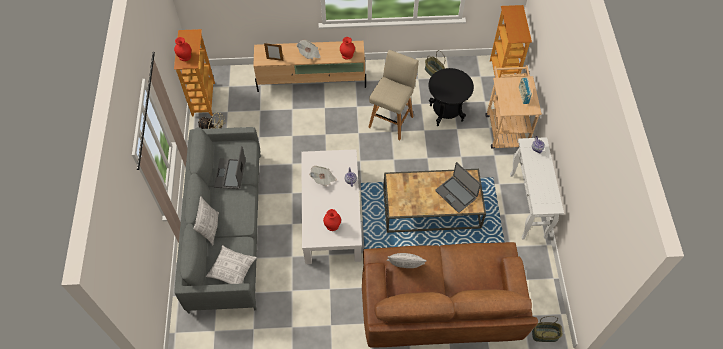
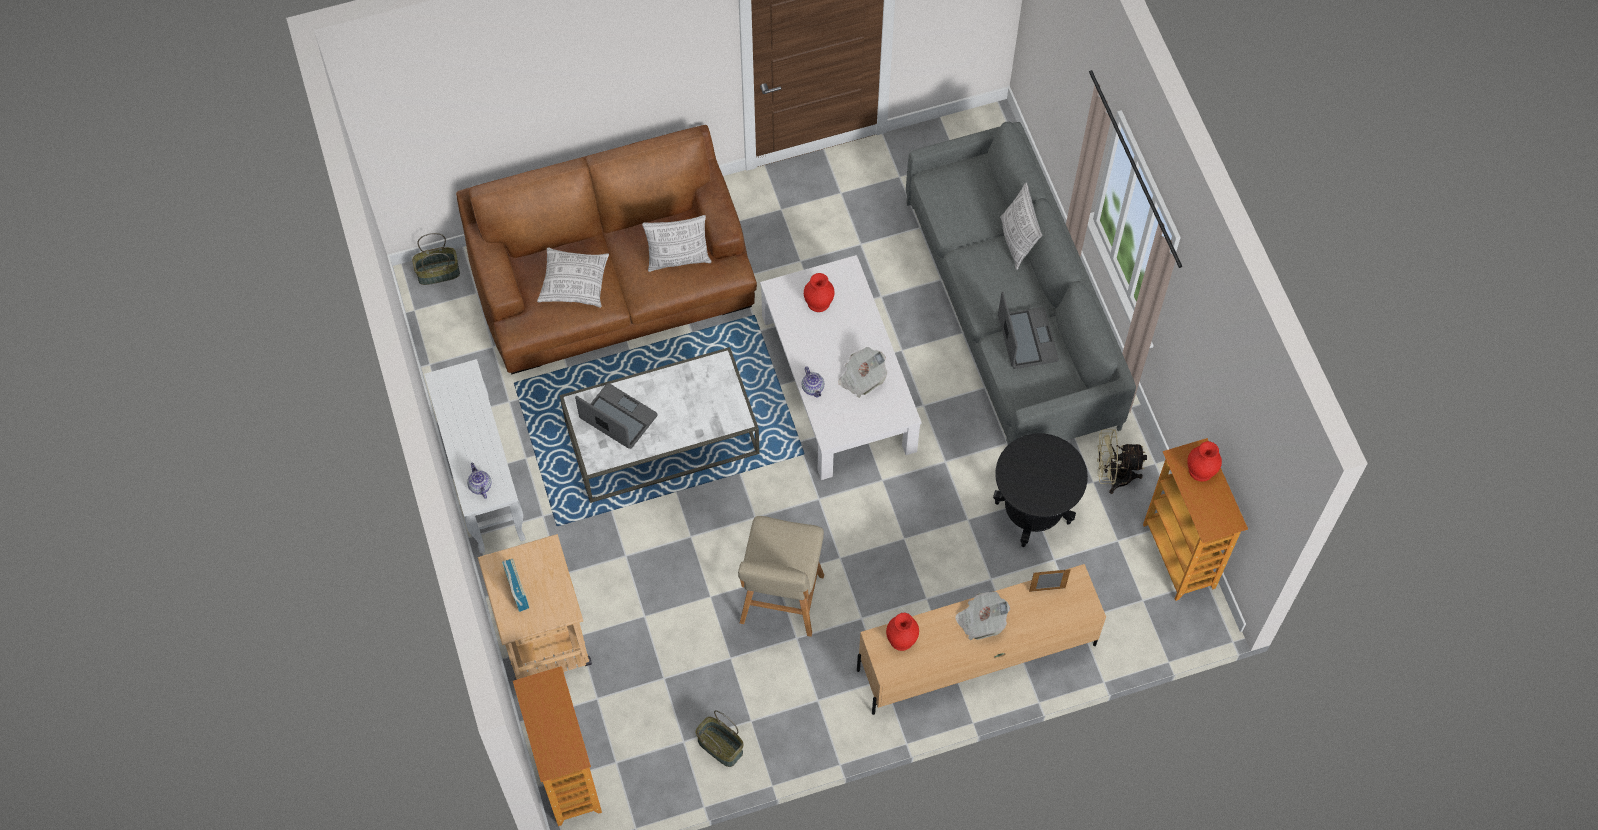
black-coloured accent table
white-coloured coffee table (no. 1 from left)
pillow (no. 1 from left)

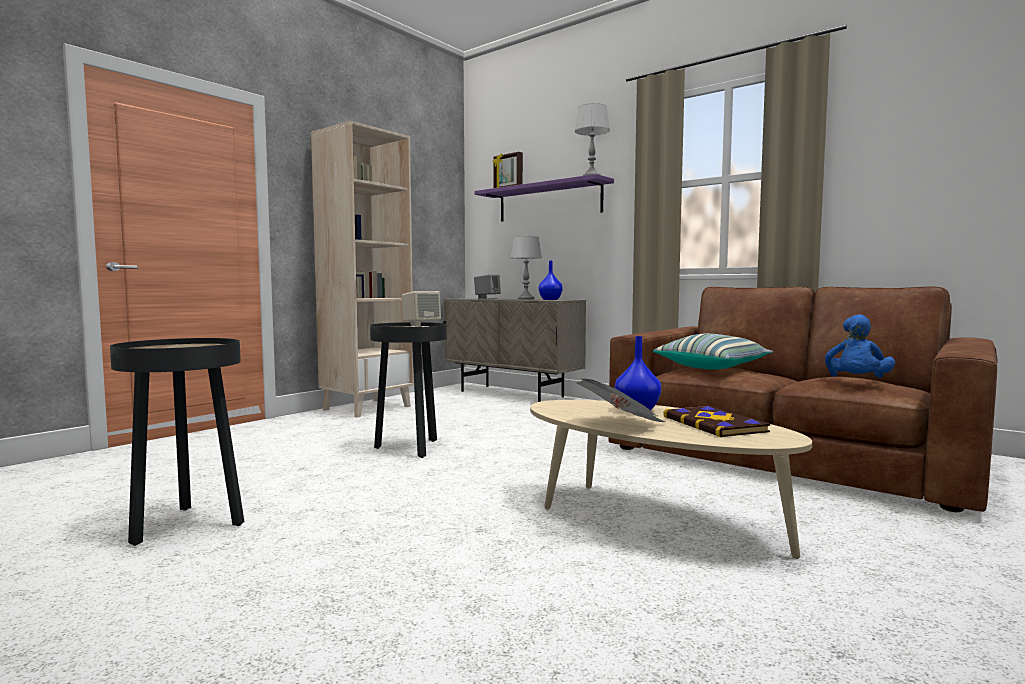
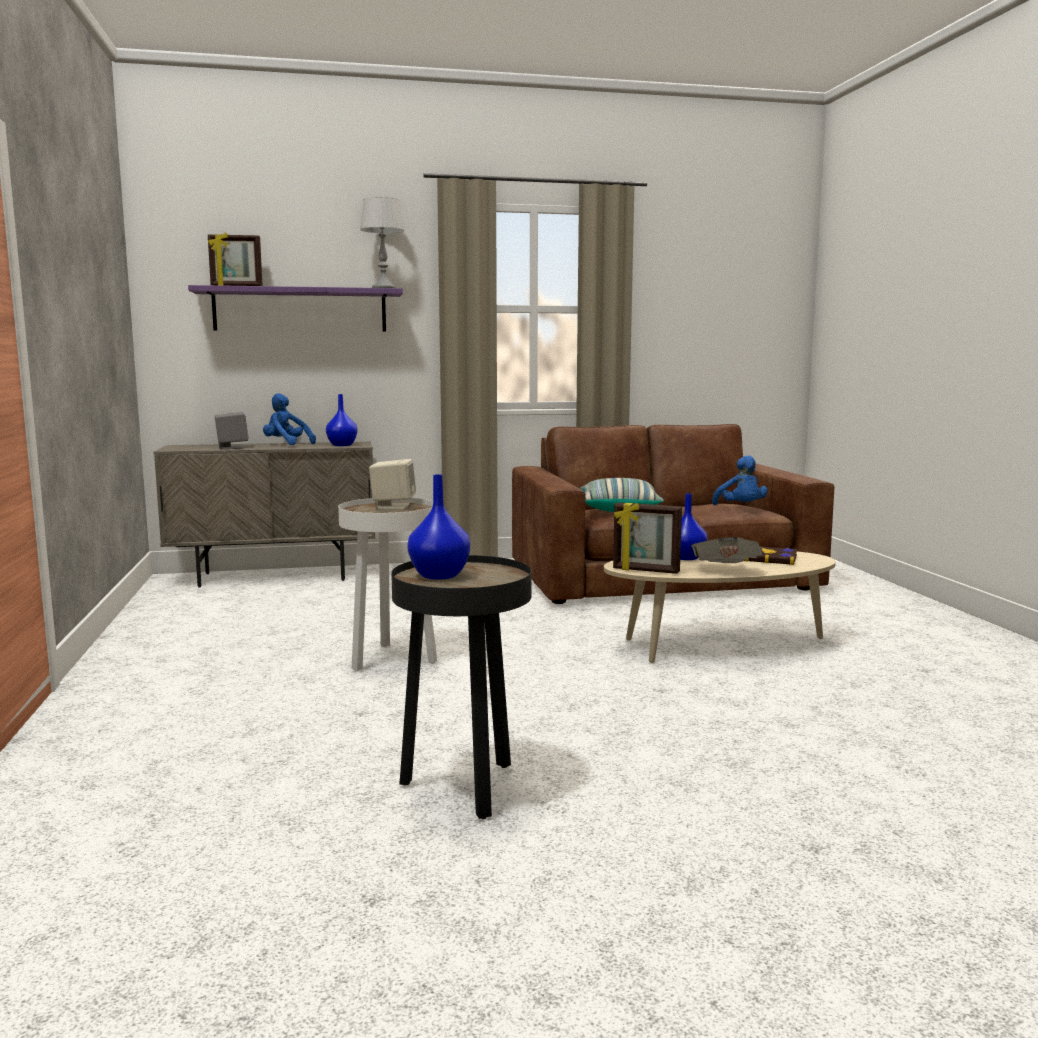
sand-coloured bookshelf
bluish plush toy (no. 1 from left)
white-coloured accent table
bluish decorative vase (no. 2 from left)
picture frame (no. 2 from left)

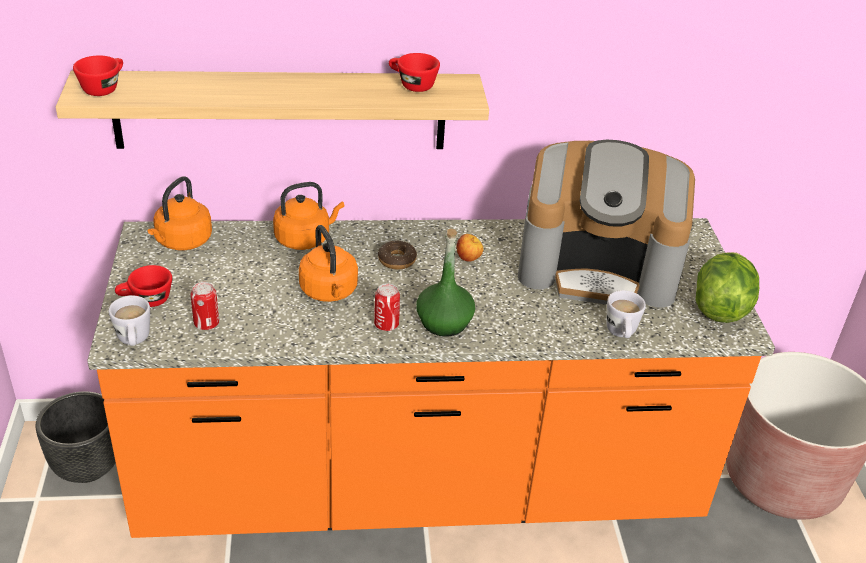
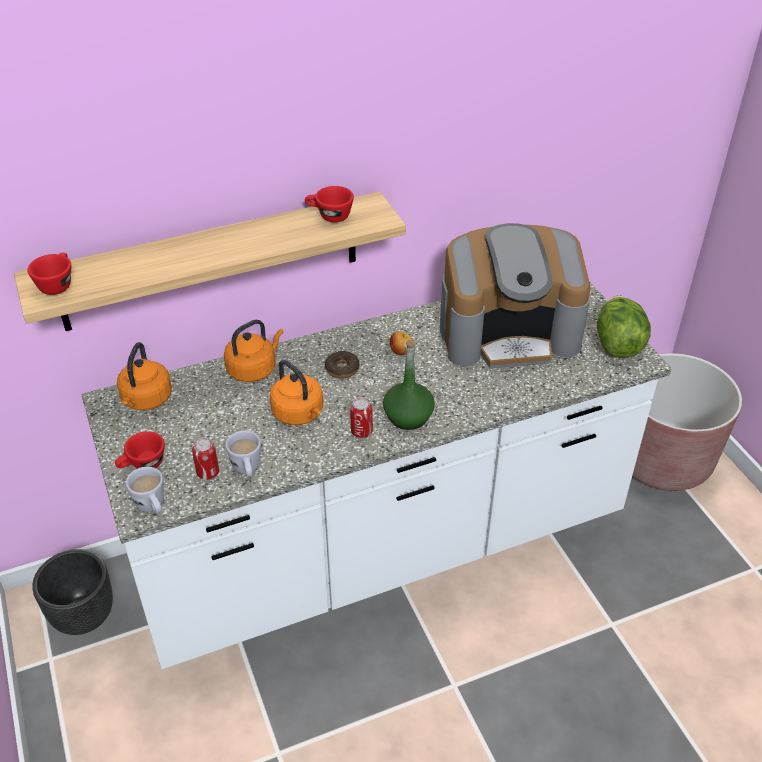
white-coloured counter
white-coloured mug (no. 2 from left)

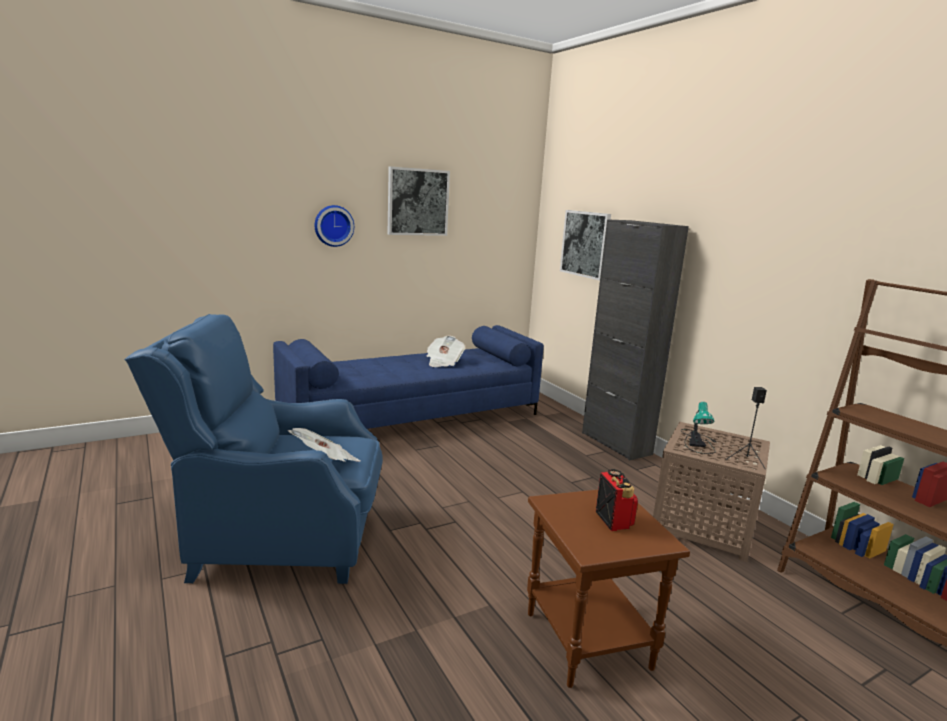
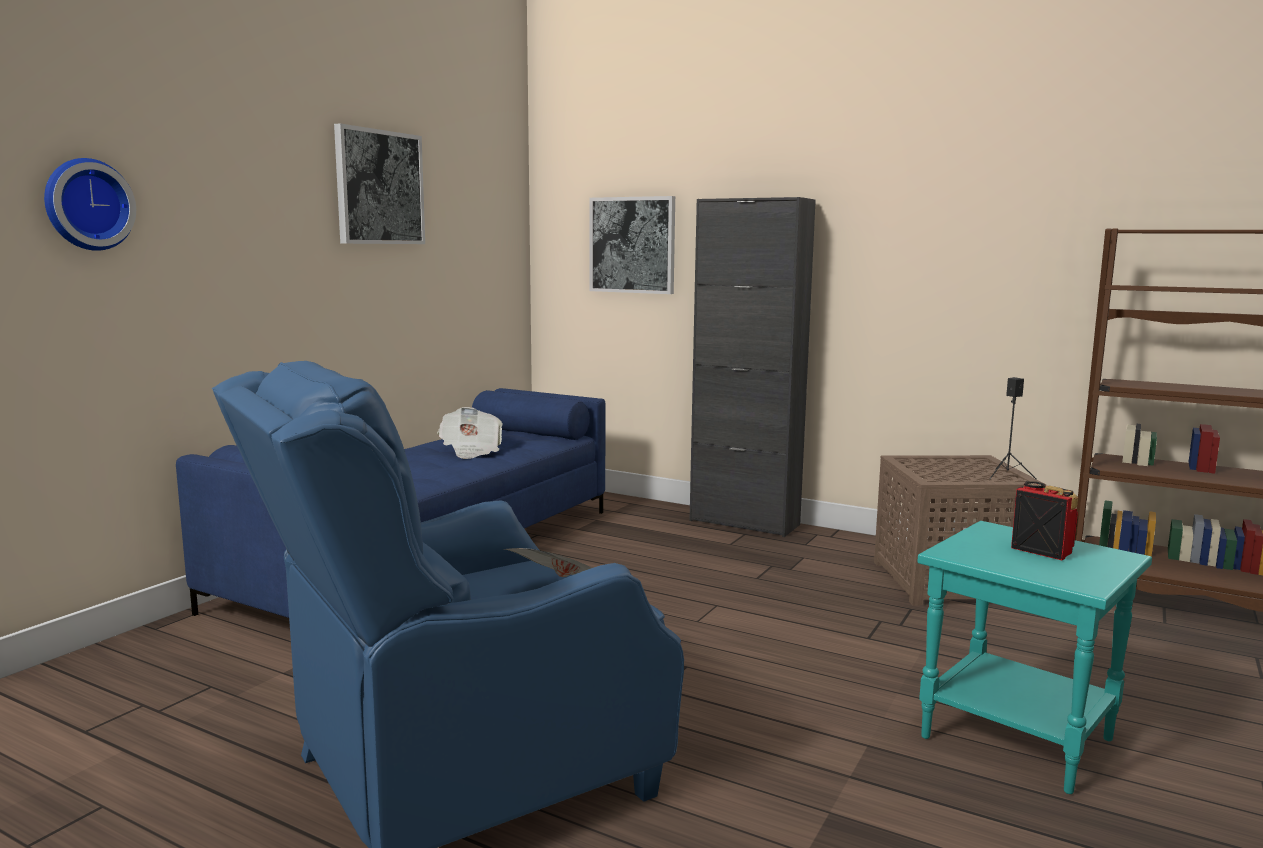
clock on the wall
tabletop lamp
blue-green accent table

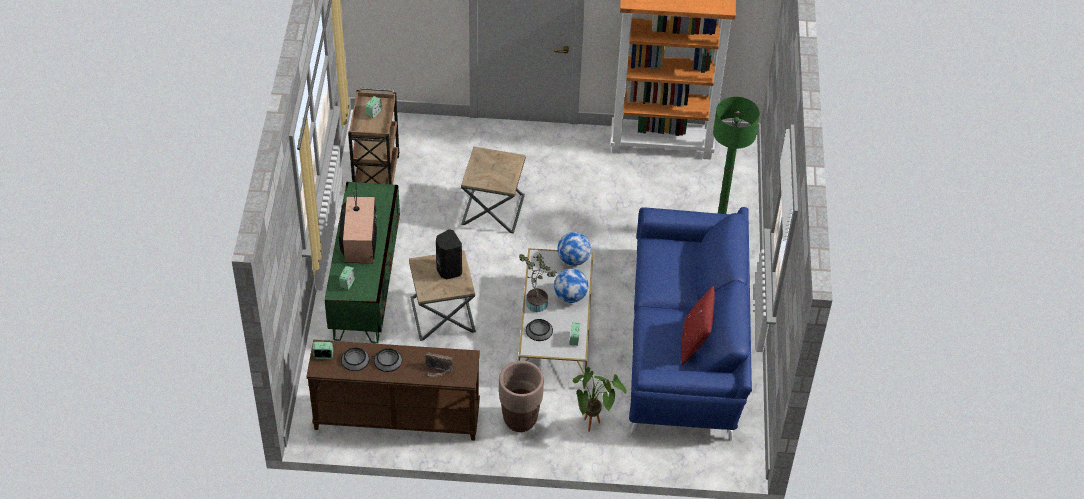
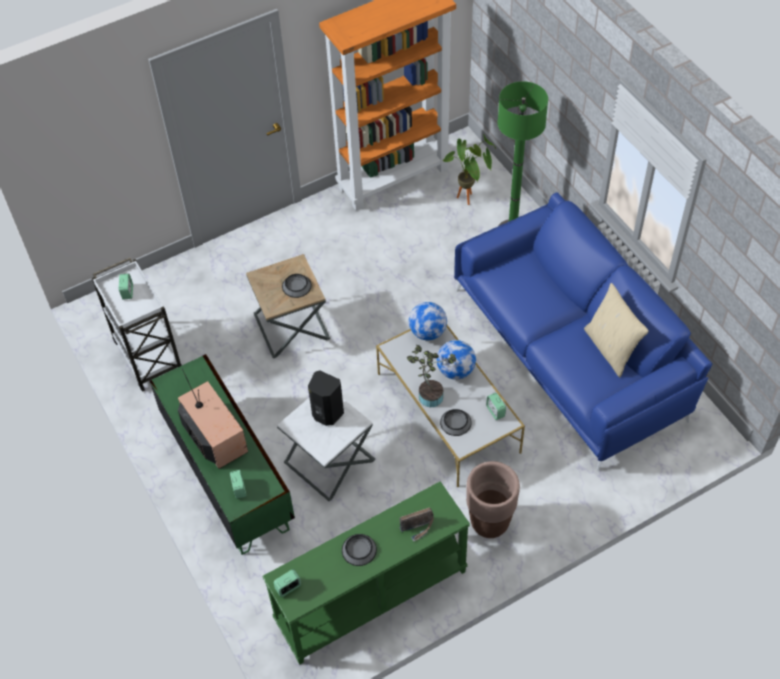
white-coloured trolley
white-coloured accent table
sand-coloured pillow
greenish console table
bowl (no. 1 from left)
plant in a pot (no. 2 from left)

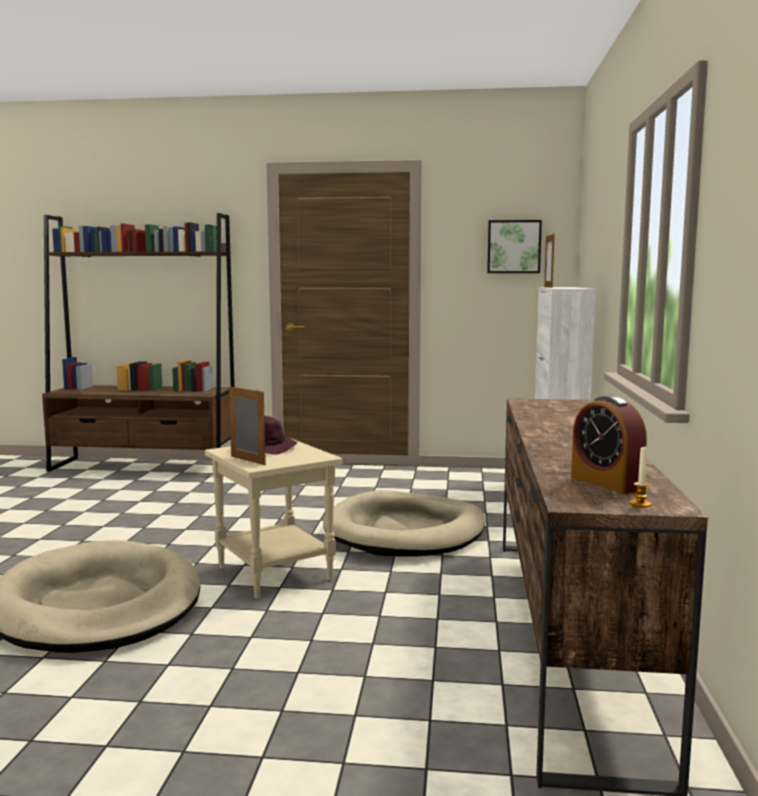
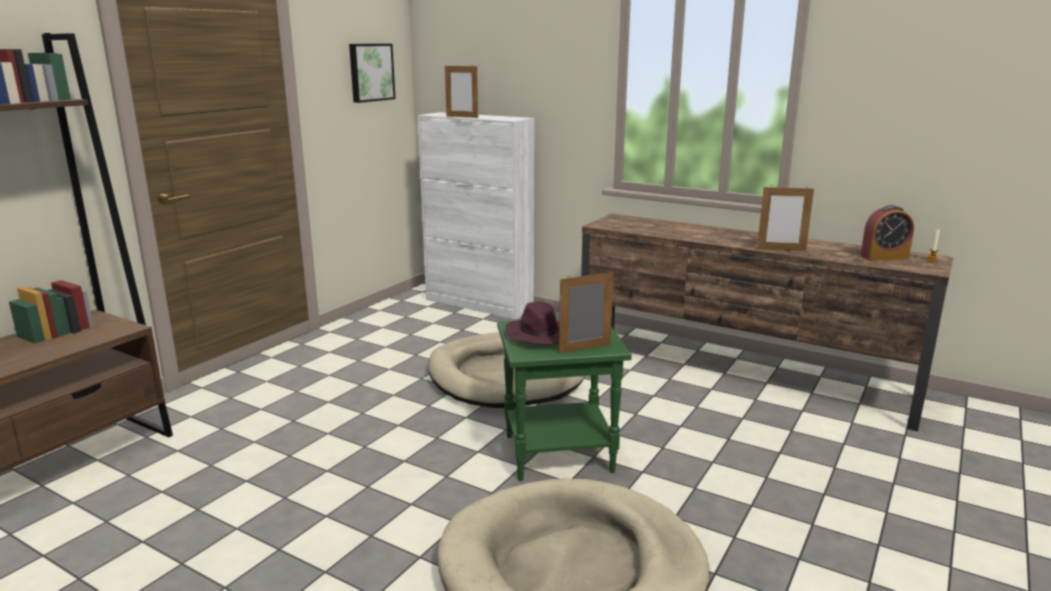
greenish accent table
picture frame (no. 3 from left)

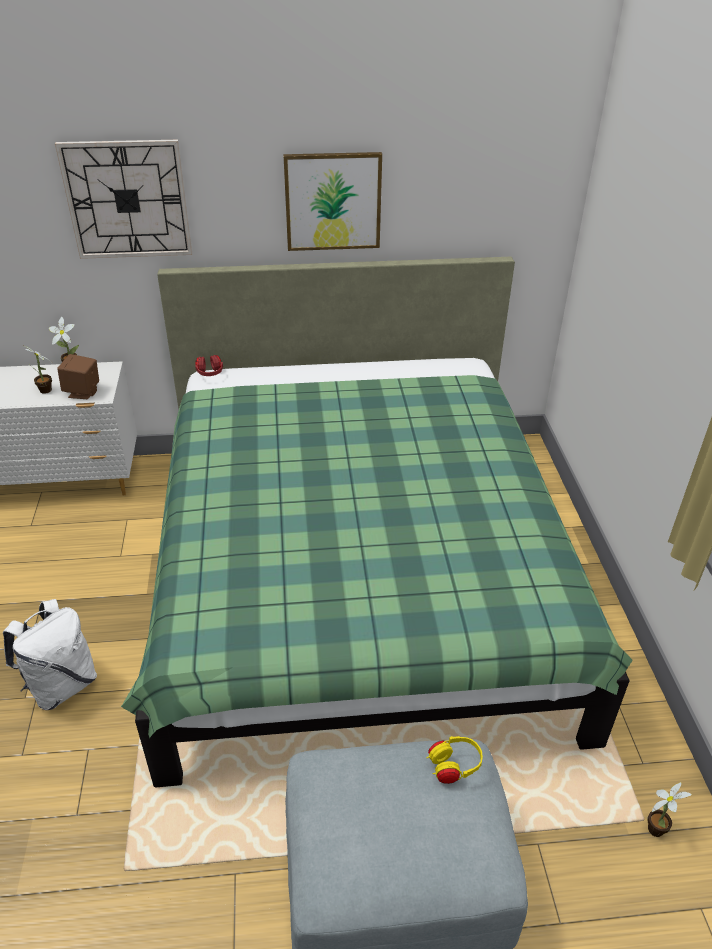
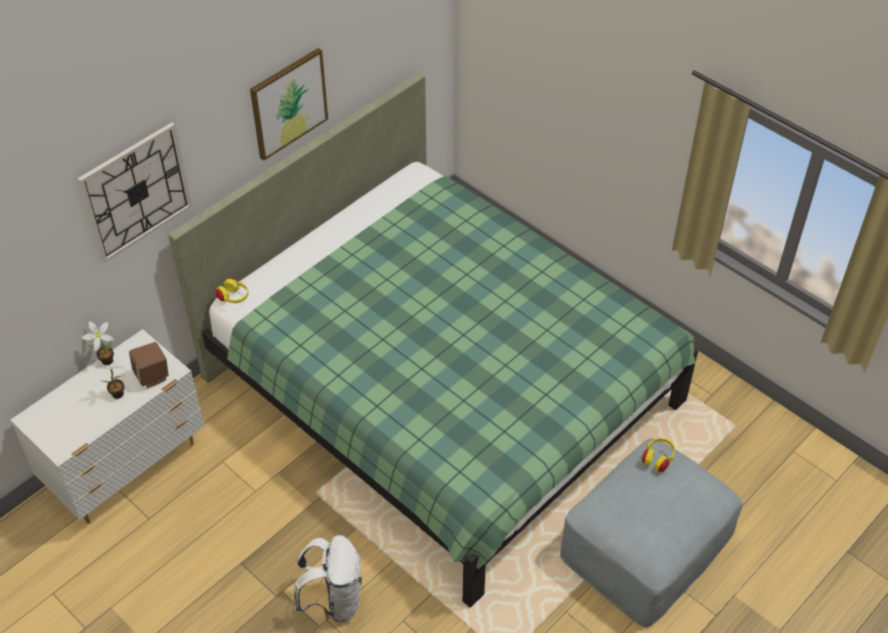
yellow headphones (no. 1 from left)
plant in a pot (no. 3 from left in the first image)

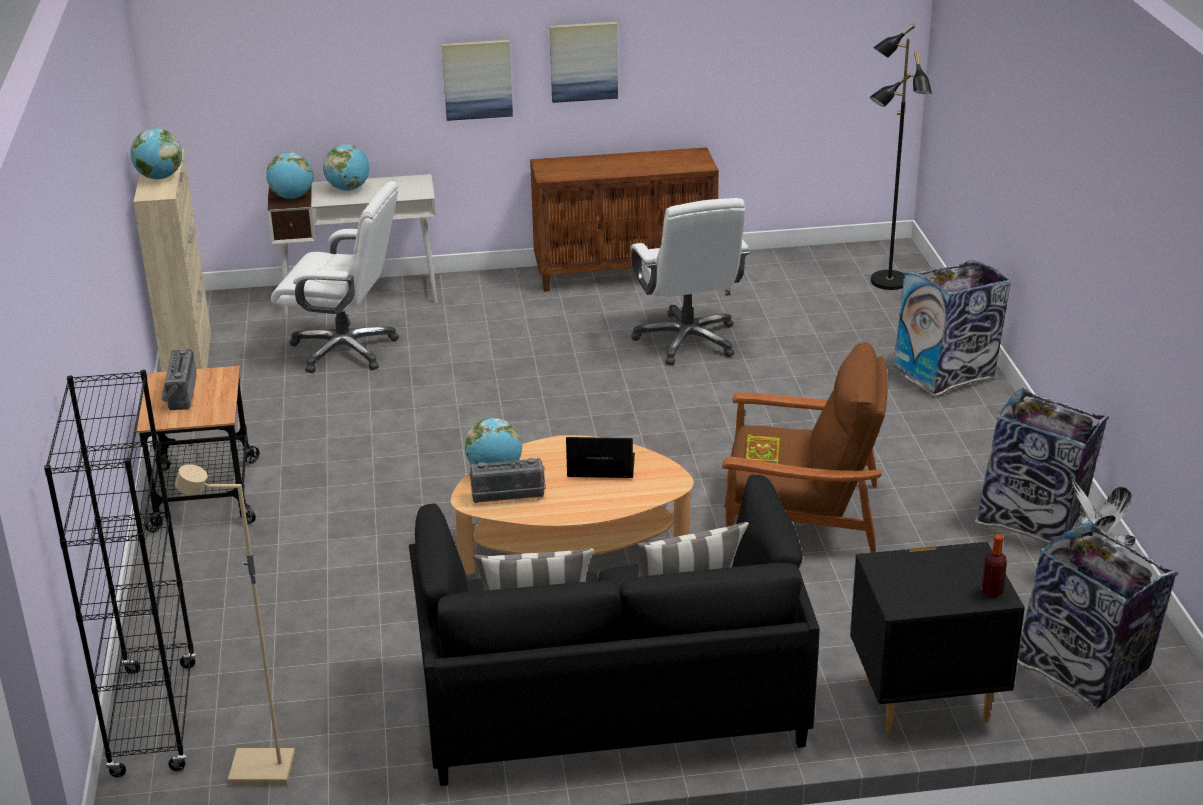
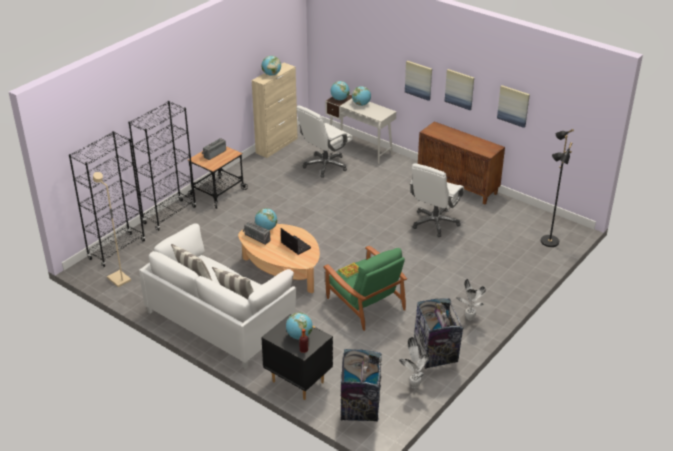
white-coloured desk chair (no. 1 from left)
trash can (no. 1 from left in the first image)
greenish lounge chair
white-coloured settee
picture (no. 3 from left)
black-coloured bookshelf (no. 2 from left)
plant in a pot (no. 2 from left)
world globe (no. 3 from left)

